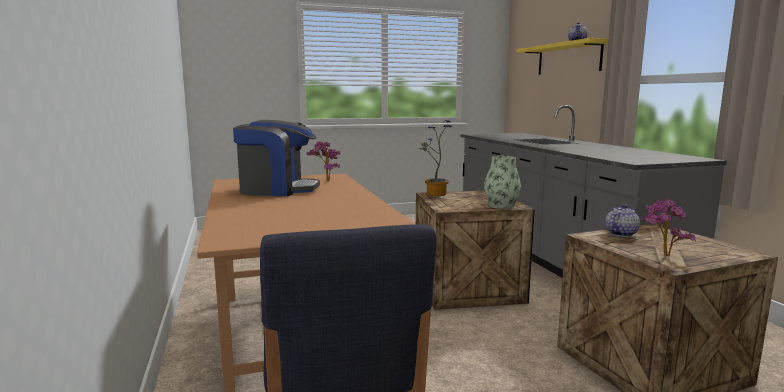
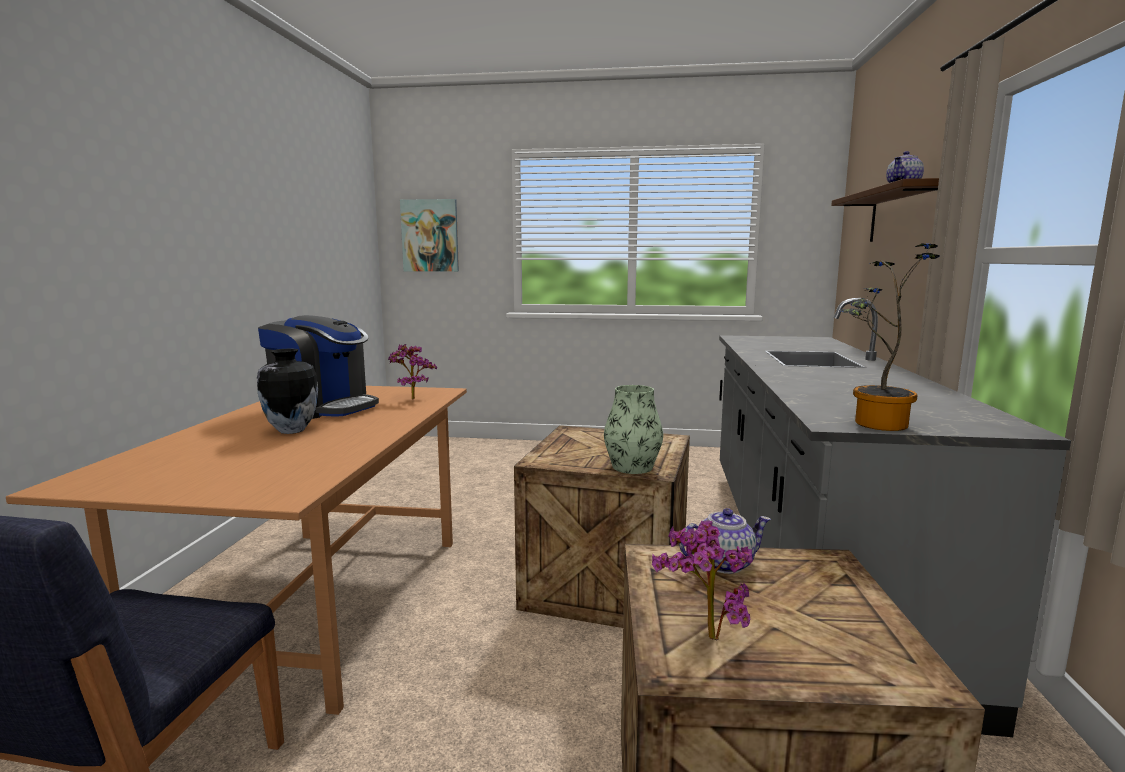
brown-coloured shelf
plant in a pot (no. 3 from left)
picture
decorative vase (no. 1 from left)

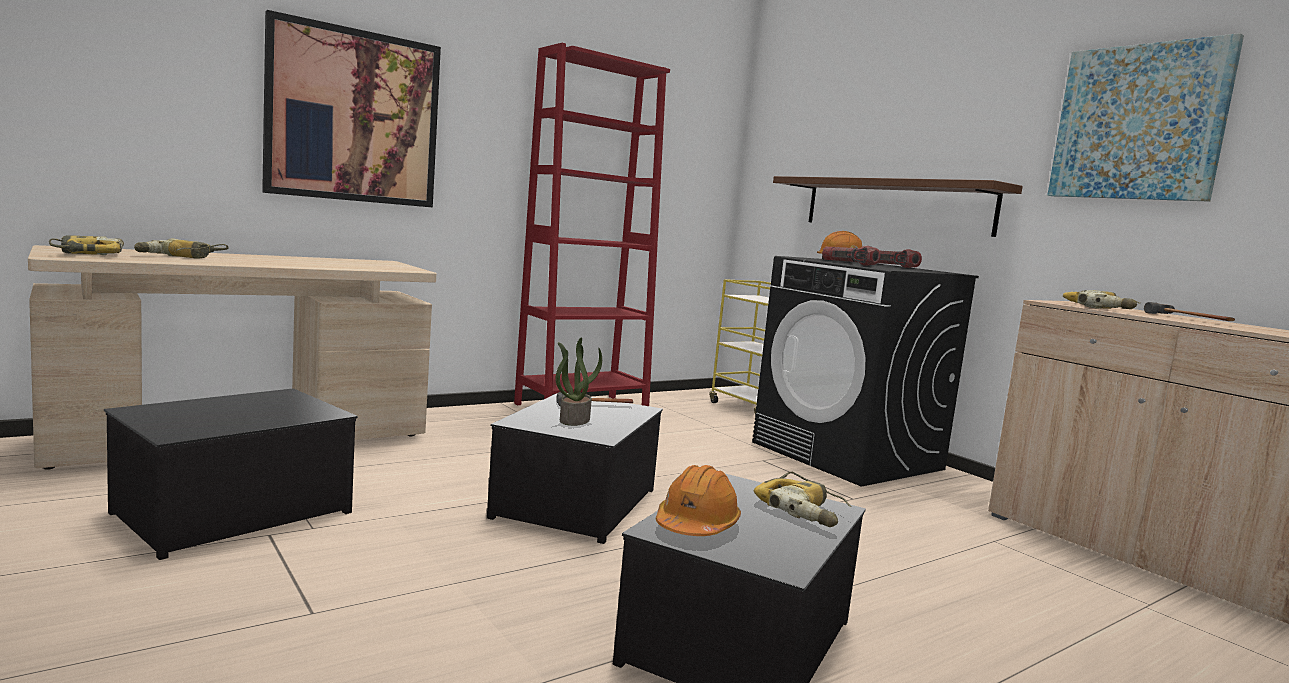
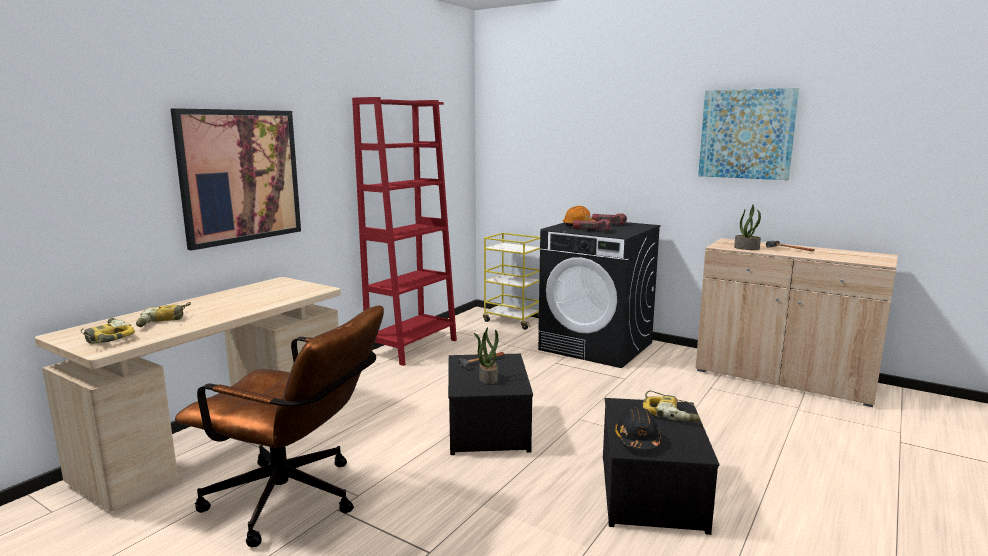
brown-coloured shelf
plant in a pot (no. 2 from left)
brown-coloured desk chair
black-coloured safety helmet

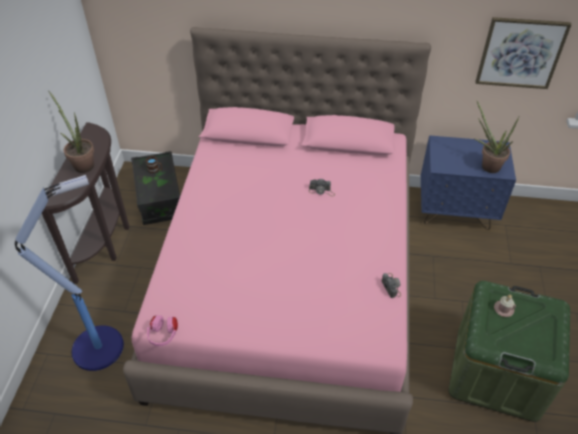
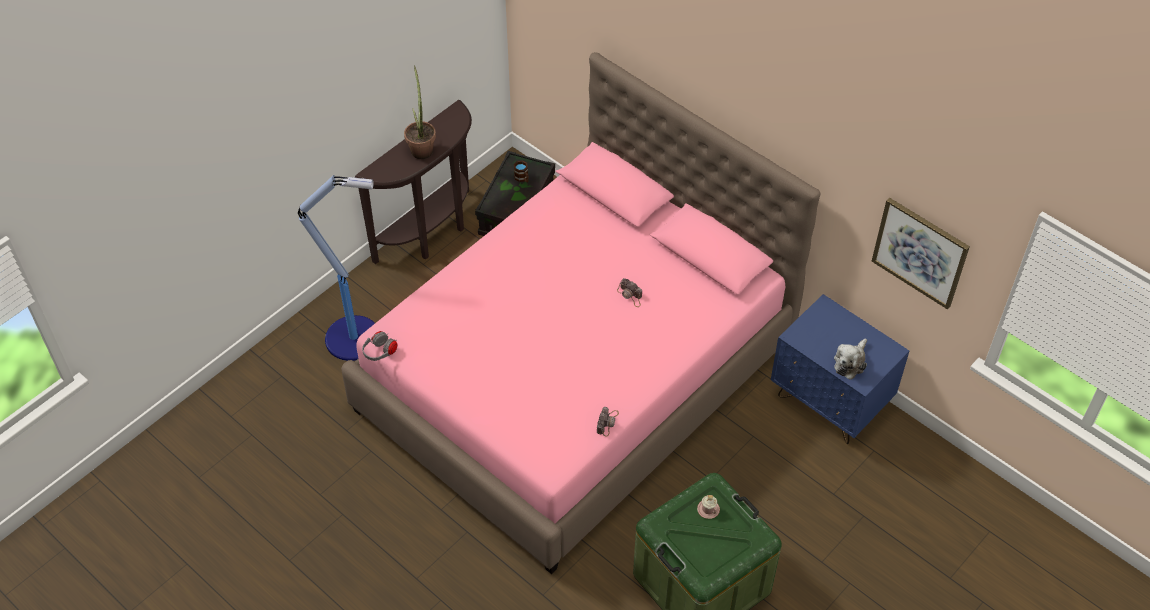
plush toy
gray headphones

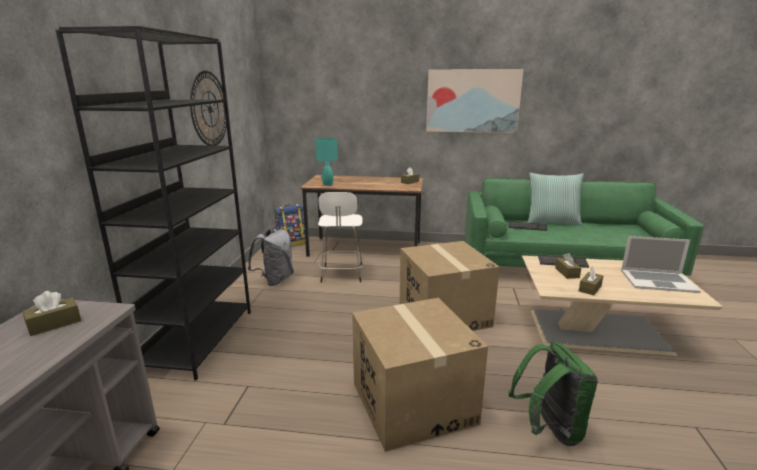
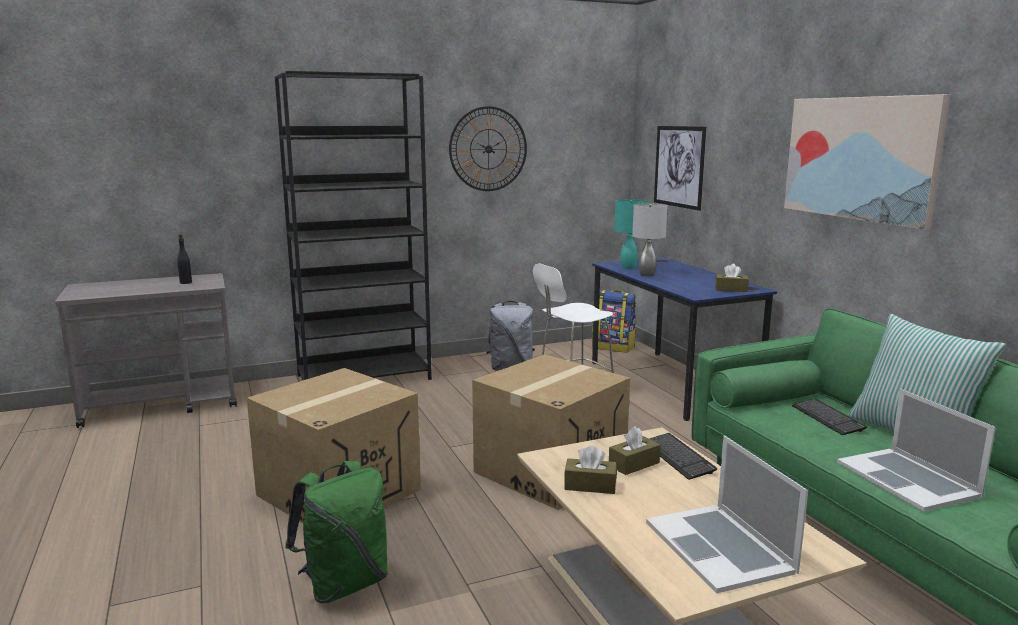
bluish desk table
black-coloured bottle
picture (no. 1 from left)
gray tabletop lamp
portable computer (no. 2 from left)

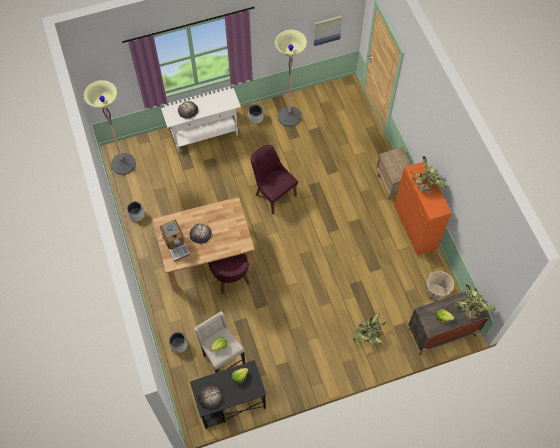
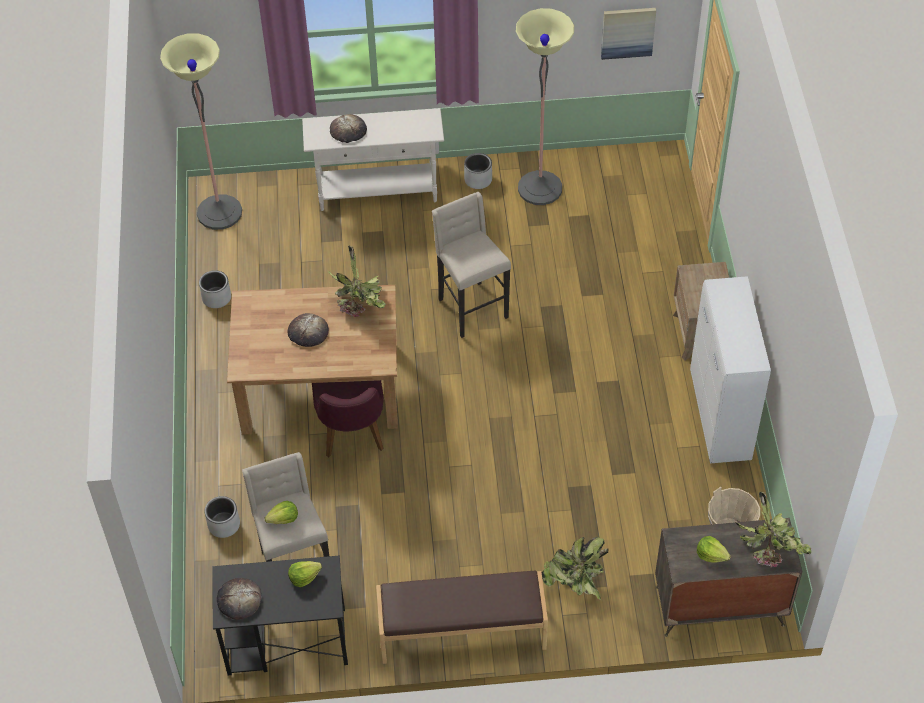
sand-coloured stool seat (no. 2 from left)
plant in a pot (no. 1 from left)
white-coloured cupboard
coffee machine
brown-coloured indoor bench

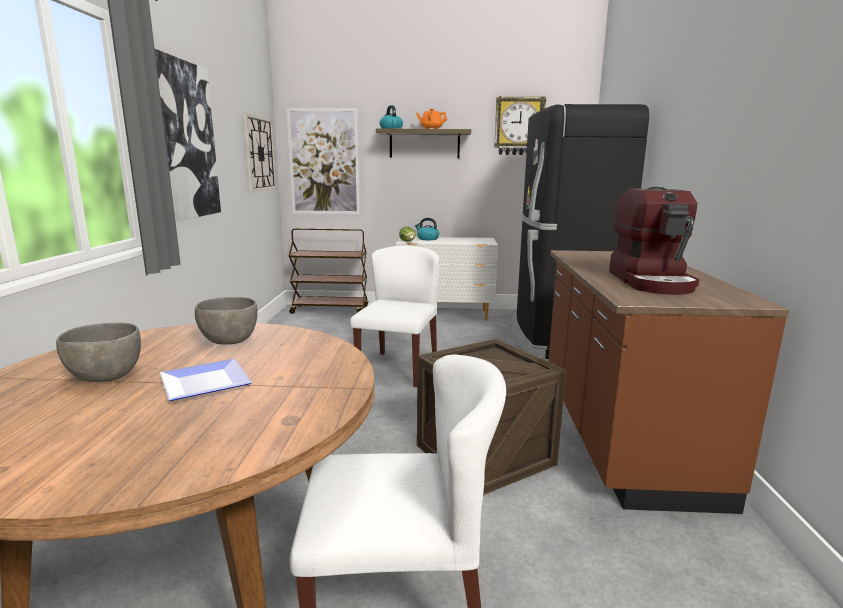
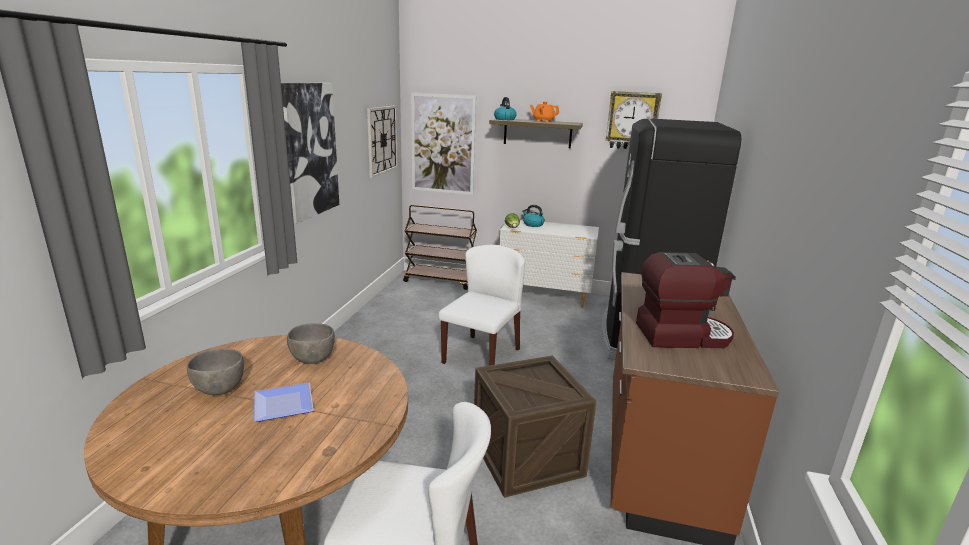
coffee machine

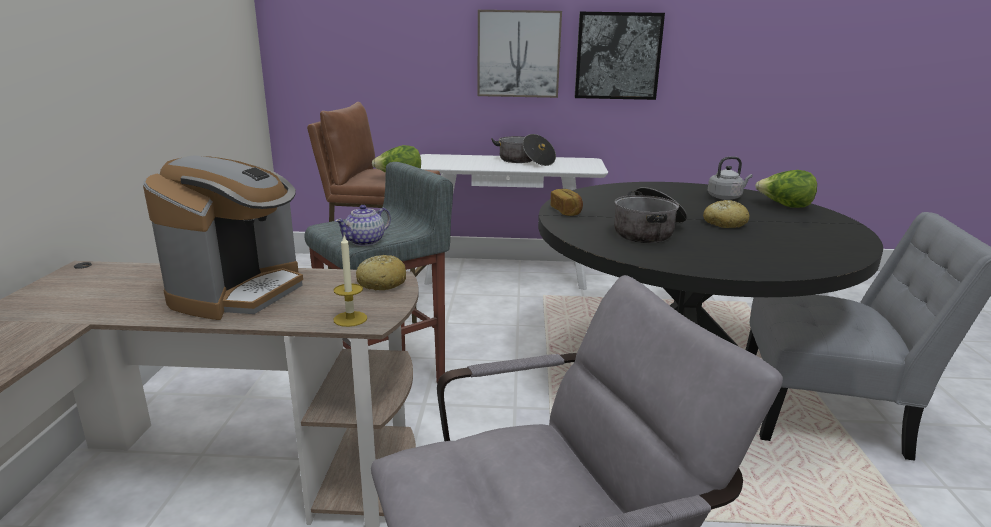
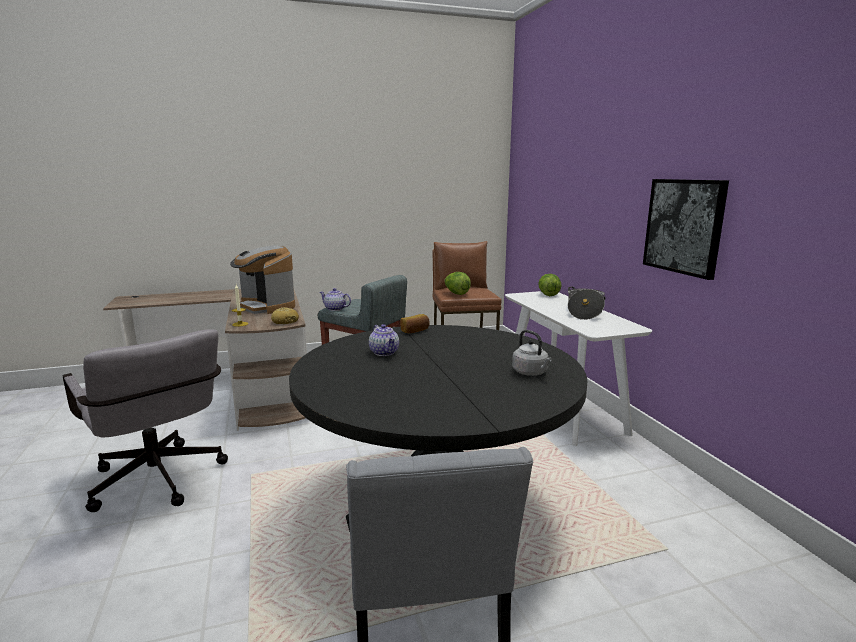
picture (no. 1 from left in the first image)
coffee machine
head of lettuce (no. 2 from left)
teapot (no. 2 from left)
baked bread (no. 3 from left in the first image)

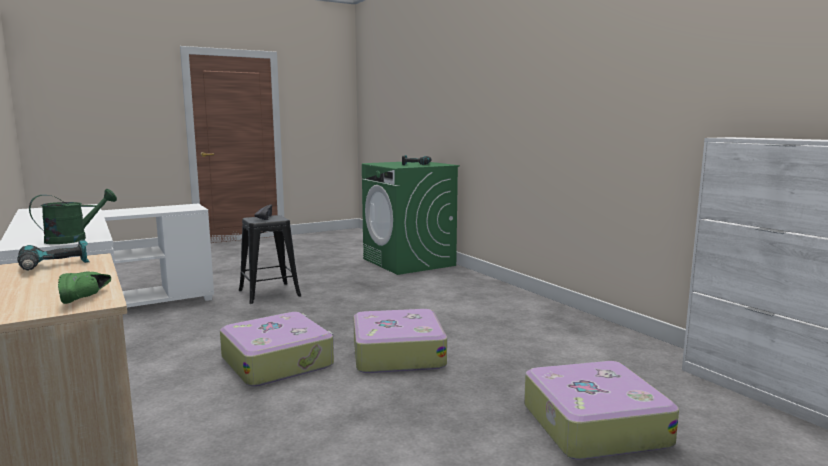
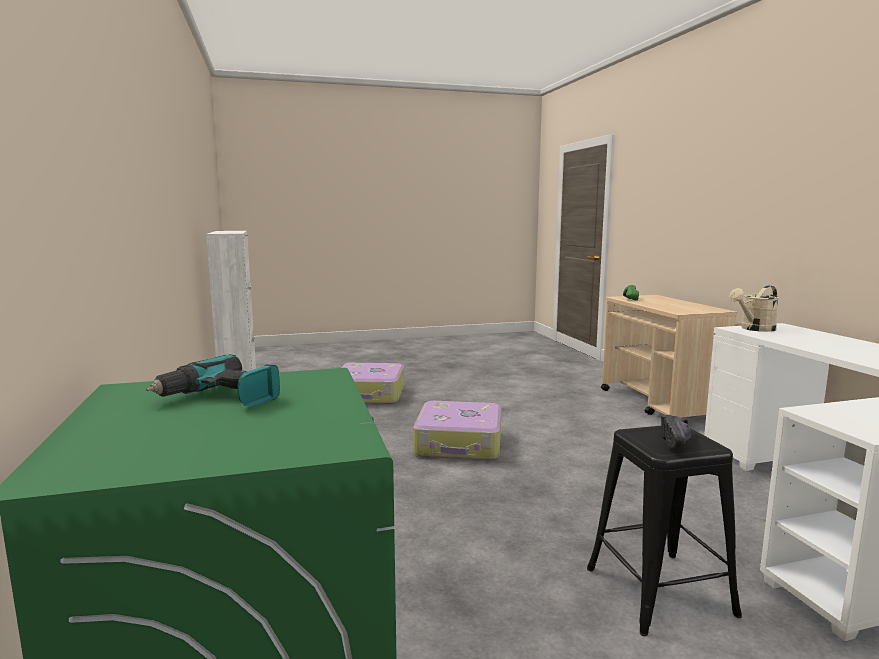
sand-coloured watering can
power drill (no. 1 from left in the first image)
piece of luggage (no. 1 from left in the first image)

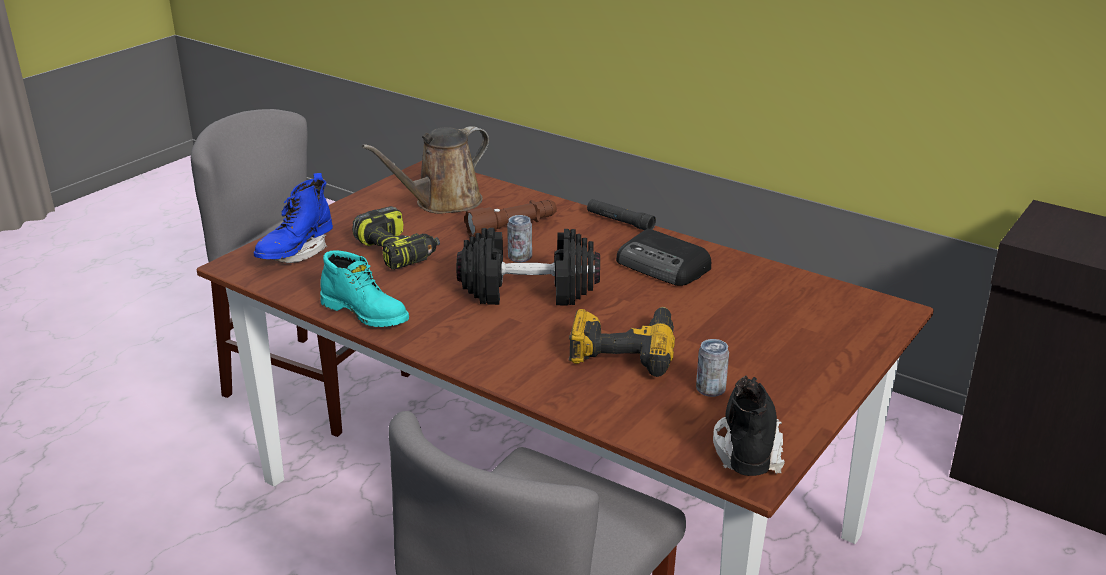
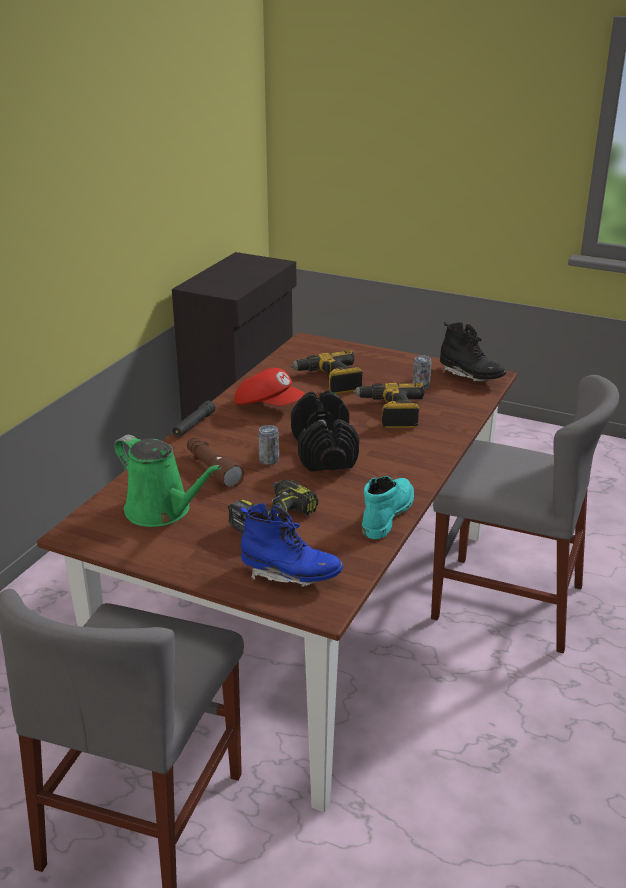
greenish watering can
red baseball cap
black-coloured boot
power drill (no. 2 from left)

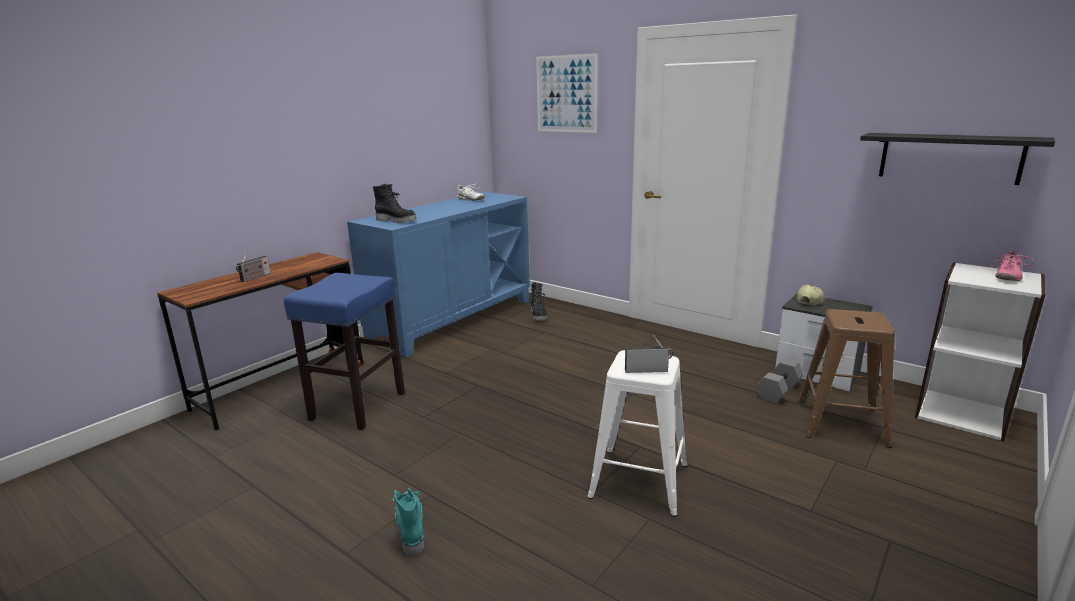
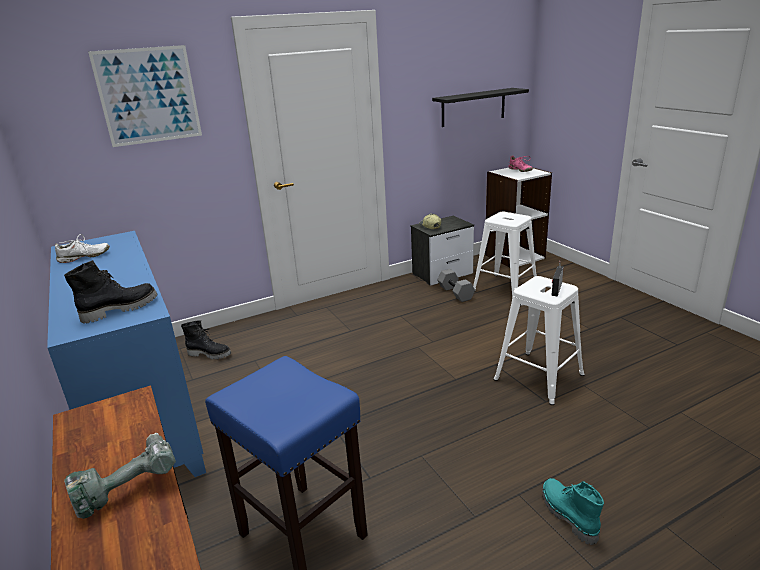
power drill
white-coloured stool seat (no. 1 from left)
blue-green boot

